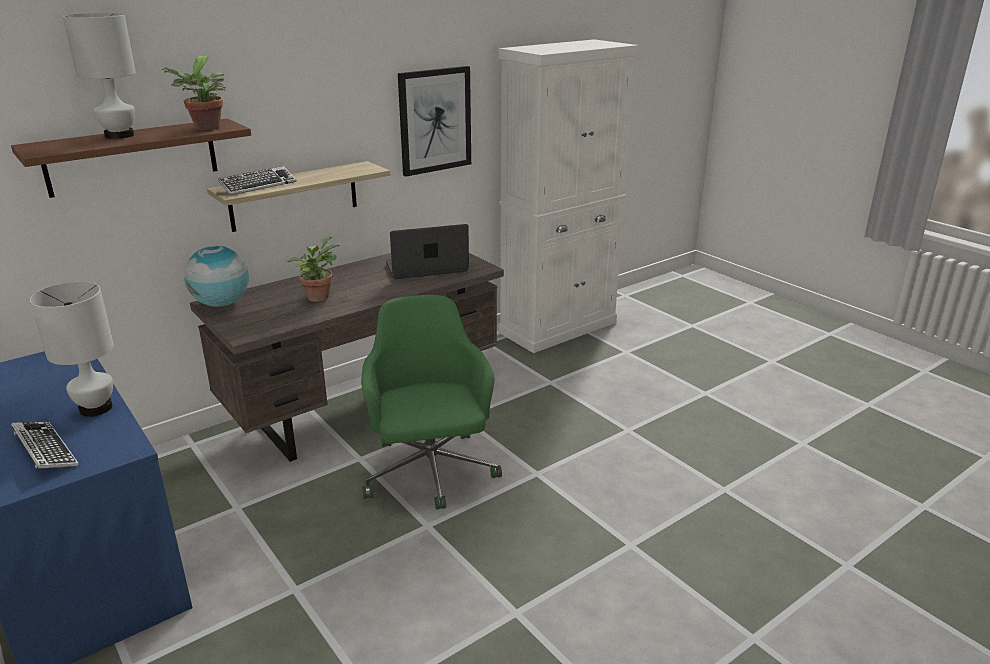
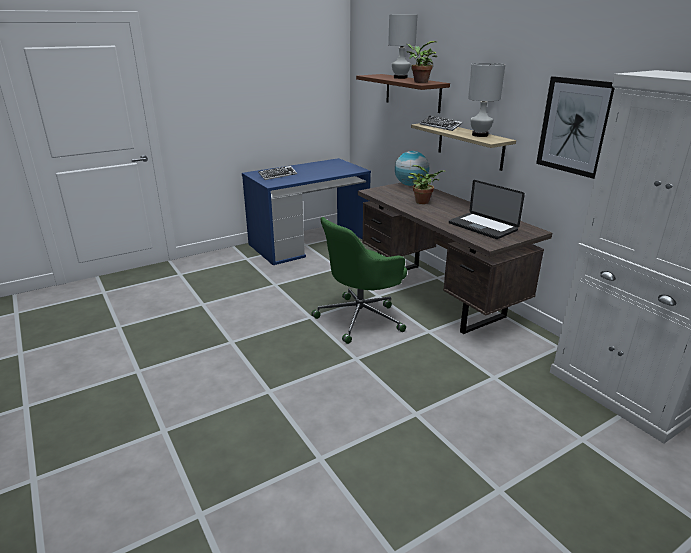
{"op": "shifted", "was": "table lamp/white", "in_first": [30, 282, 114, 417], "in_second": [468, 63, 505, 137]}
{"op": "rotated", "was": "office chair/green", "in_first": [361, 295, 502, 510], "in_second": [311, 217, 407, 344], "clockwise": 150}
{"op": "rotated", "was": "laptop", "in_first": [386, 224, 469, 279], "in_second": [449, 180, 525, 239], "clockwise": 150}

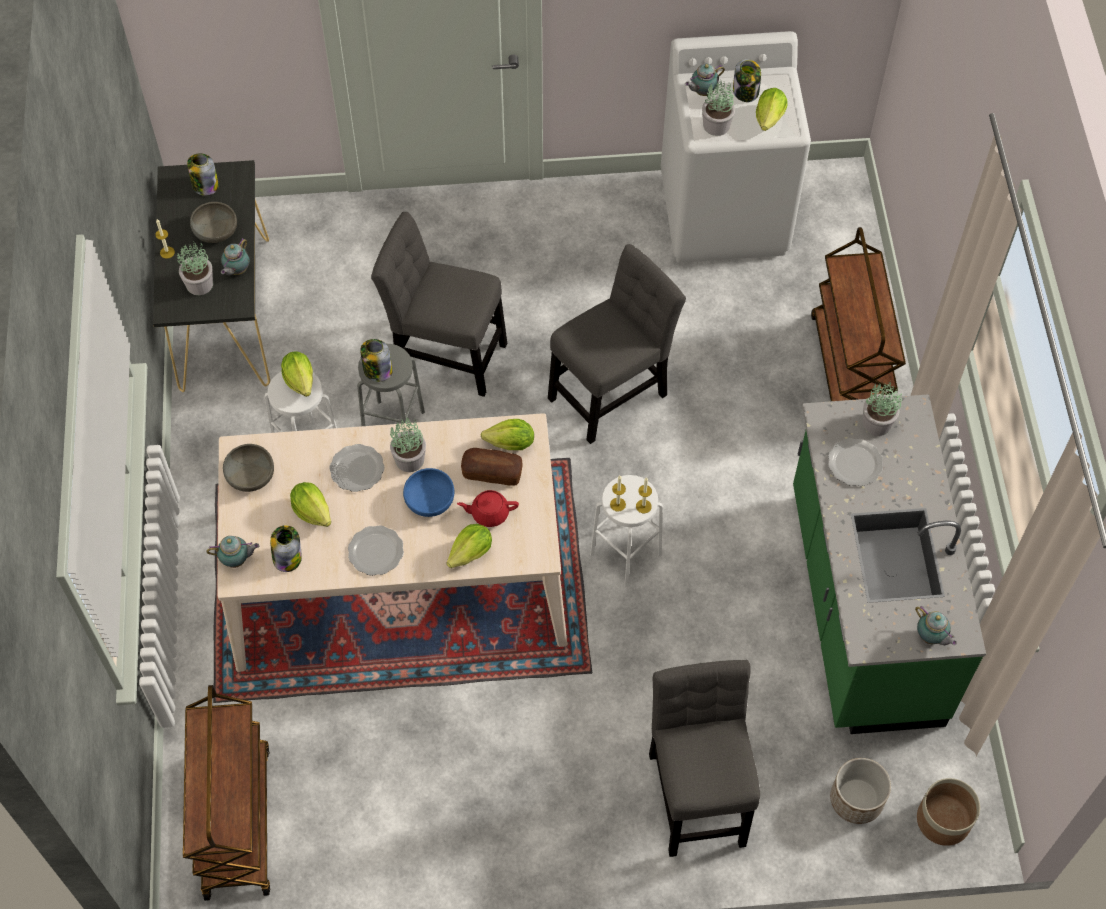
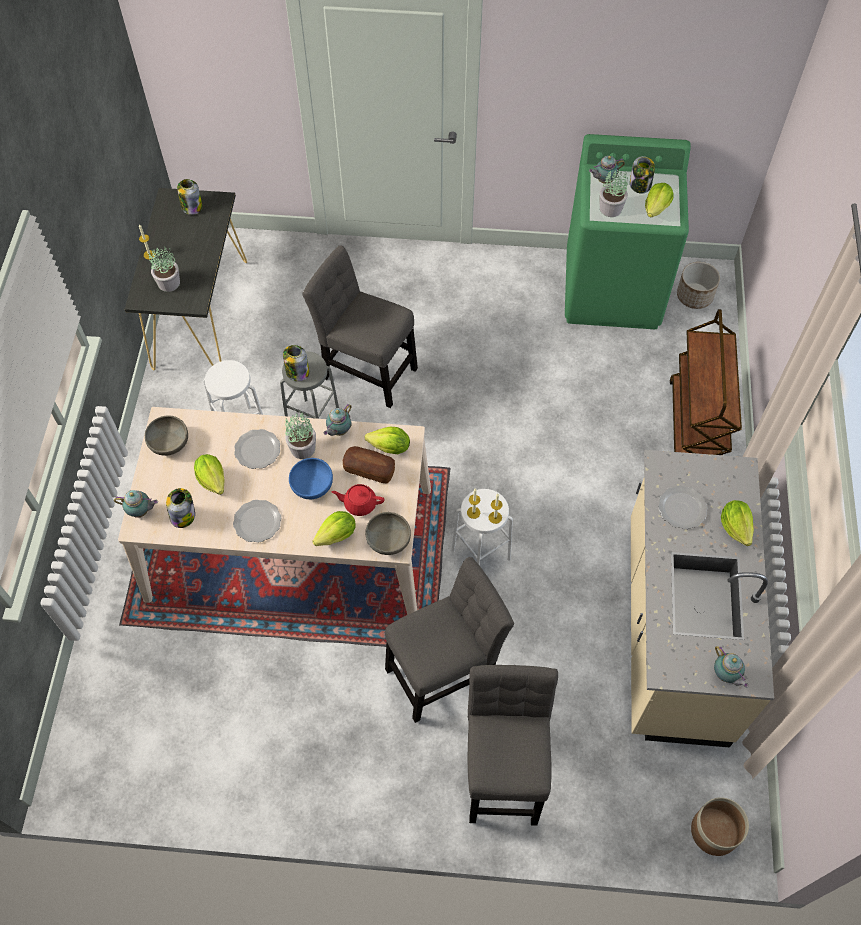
{"op": "gone", "was": "cart/brown", "in_first": [183, 685, 270, 901]}
{"op": "shifted", "was": "bowl/grey", "in_first": [190, 202, 237, 243], "in_second": [365, 512, 411, 555]}
{"op": "shifted", "was": "teapot", "in_first": [221, 238, 250, 275], "in_second": [324, 404, 352, 436]}
{"op": "shifted", "was": "lettuce", "in_first": [281, 352, 313, 397], "in_second": [721, 500, 754, 546]}
{"op": "shifted", "was": "chair/grey", "in_first": [548, 244, 686, 444], "in_second": [385, 557, 514, 723]}
{"op": "repainted", "was": "washing machine/white", "now": "washing machine/green", "in_first": [661, 31, 811, 263], "in_second": [565, 134, 691, 329]}
{"op": "repainted", "was": "counter/green", "now": "counter/beige", "in_first": [793, 394, 986, 734], "in_second": [631, 450, 774, 747]}
{"op": "shifted", "was": "planter", "in_first": [830, 758, 891, 824], "in_second": [677, 262, 720, 309]}
{"op": "gone", "was": "potted plant", "in_first": [863, 382, 902, 436]}

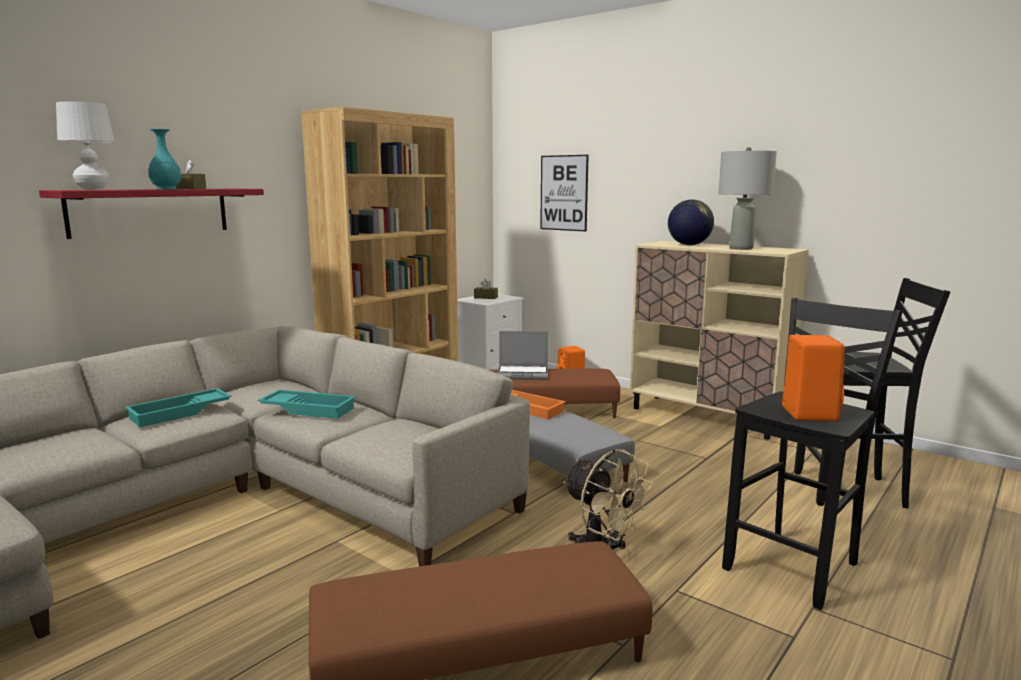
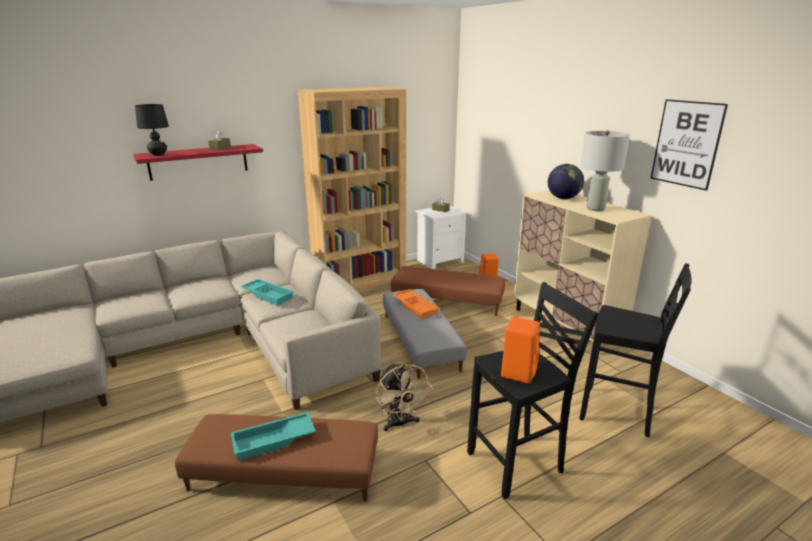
{"op": "repainted", "was": "table lamp/white", "now": "table lamp/black", "in_first": [56, 101, 115, 190], "in_second": [135, 104, 169, 156]}
{"op": "shifted", "was": "tray/turquoise", "in_first": [125, 388, 232, 427], "in_second": [231, 412, 316, 461]}
{"op": "gone", "was": "vase/turquoise", "in_first": [148, 129, 181, 189]}
{"op": "gone", "was": "laptop", "in_first": [498, 331, 548, 380]}
{"op": "shifted", "was": "picture", "in_first": [540, 155, 589, 232], "in_second": [651, 99, 728, 191]}

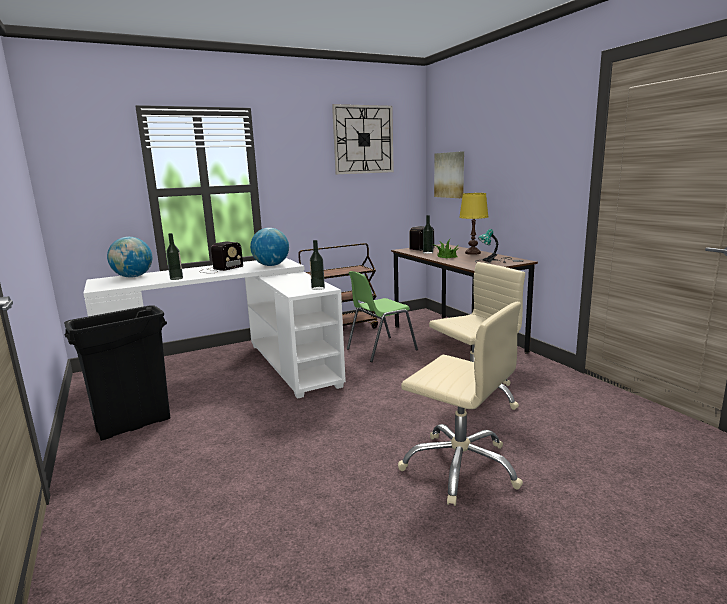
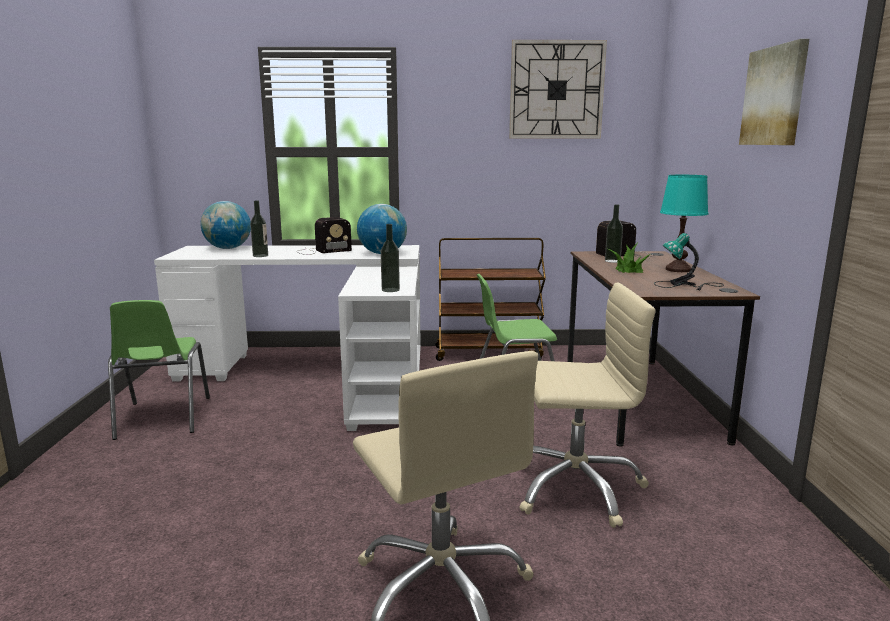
{"op": "swapped", "was": "trash can/black", "now": "chair/green", "in_first": [64, 305, 170, 441], "in_second": [108, 300, 210, 440]}
{"op": "shifted", "was": "picture", "in_first": [434, 151, 464, 198], "in_second": [739, 39, 809, 145]}
{"op": "repainted", "was": "table lamp/yellow", "now": "table lamp/turquoise", "in_first": [459, 193, 489, 255], "in_second": [660, 175, 709, 272]}

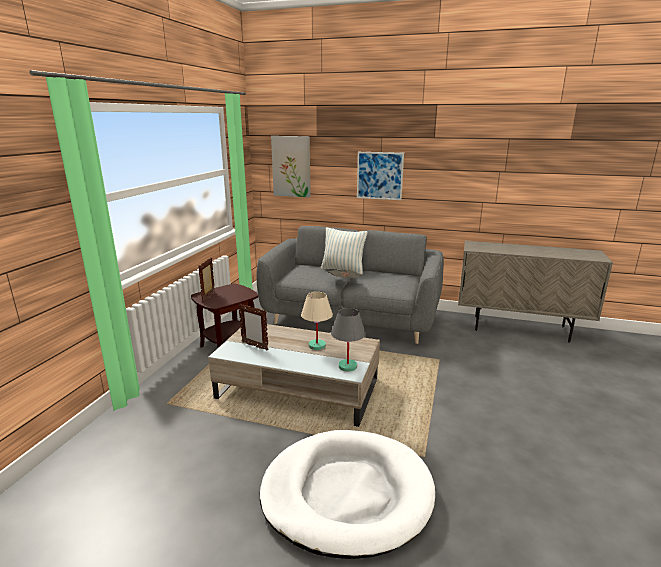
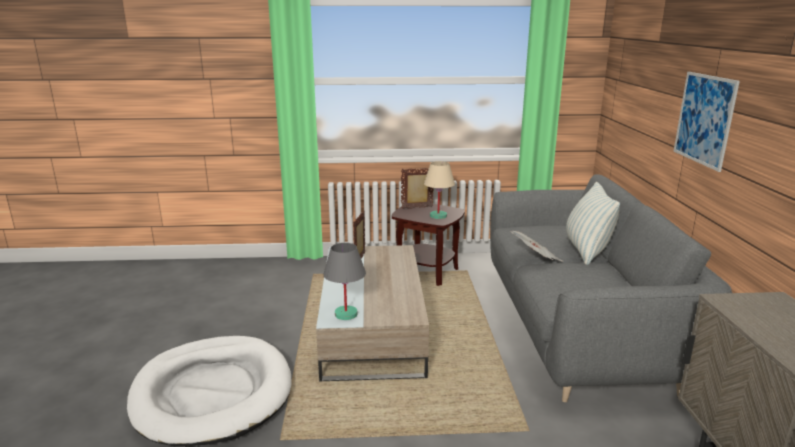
{"op": "gone", "was": "picture", "in_first": [271, 136, 311, 197]}
{"op": "shifted", "was": "table lamp/beige", "in_first": [301, 292, 333, 350], "in_second": [424, 161, 455, 219]}

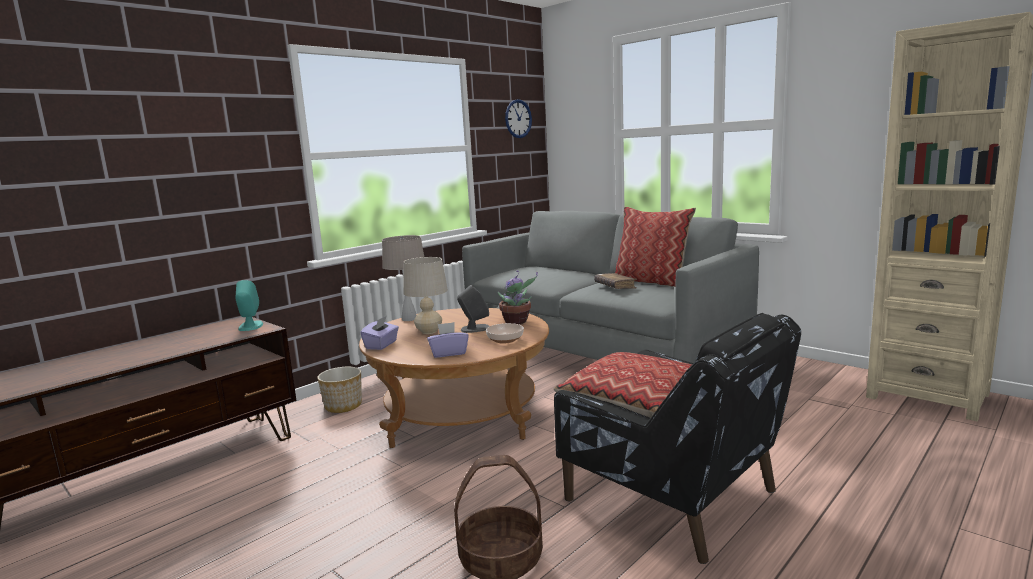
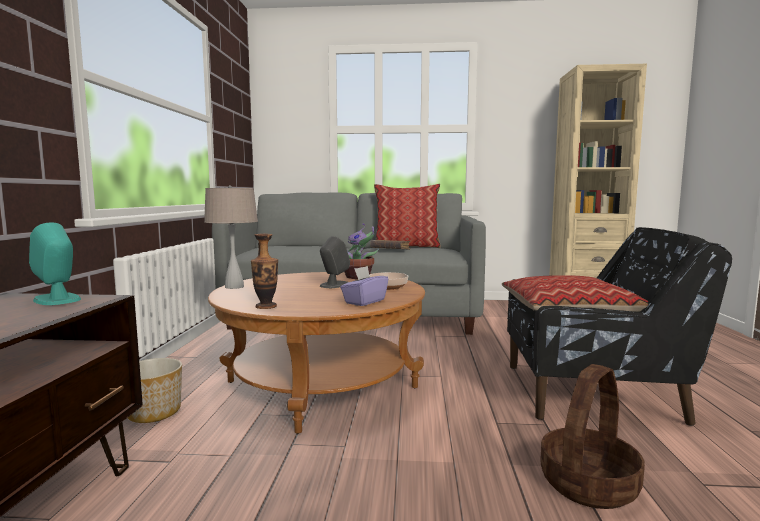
{"op": "swapped", "was": "tissue box/purple", "now": "vase", "in_first": [360, 316, 399, 350], "in_second": [251, 234, 278, 309]}
{"op": "gone", "was": "table lamp/beige", "in_first": [404, 257, 448, 334]}
{"op": "gone", "was": "wall clock", "in_first": [505, 99, 532, 138]}

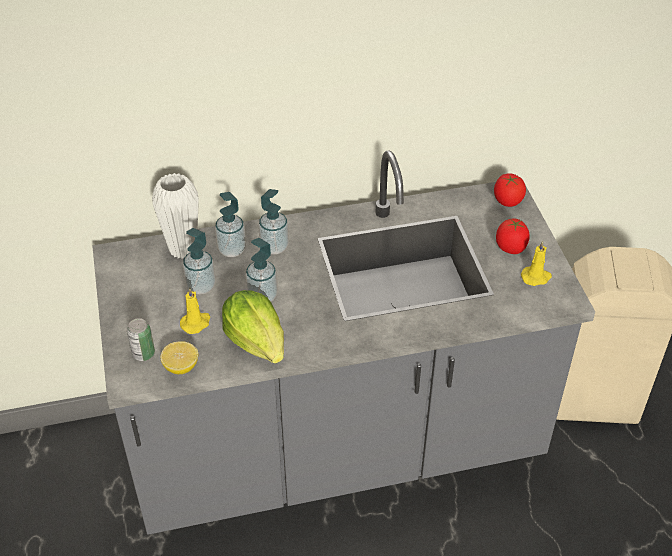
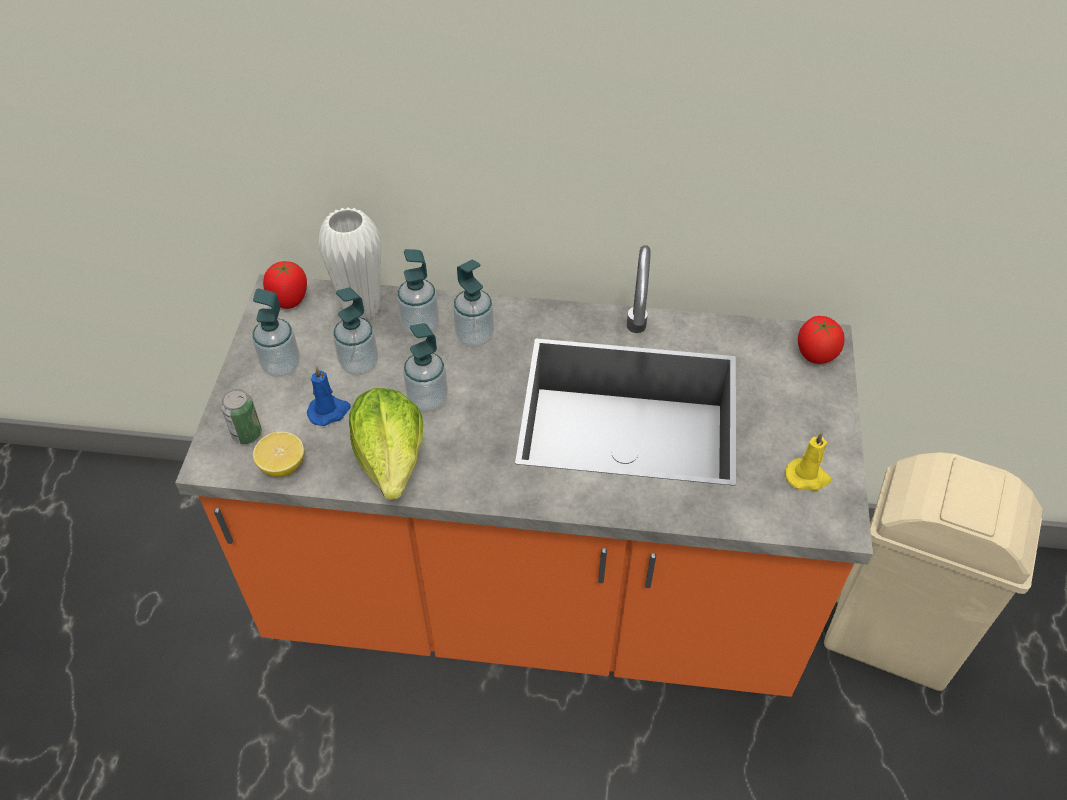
{"op": "repainted", "was": "counter/grey", "now": "counter/orange", "in_first": [92, 151, 595, 535], "in_second": [175, 245, 873, 697]}
{"op": "repainted", "was": "candle/yellow", "now": "candle/blue", "in_first": [180, 288, 210, 334], "in_second": [307, 366, 351, 426]}
{"op": "shifted", "was": "tomato", "in_first": [496, 219, 530, 254], "in_second": [263, 261, 307, 309]}
{"op": "new", "now": "soap dispenser", "in_second": [252, 288, 299, 377]}

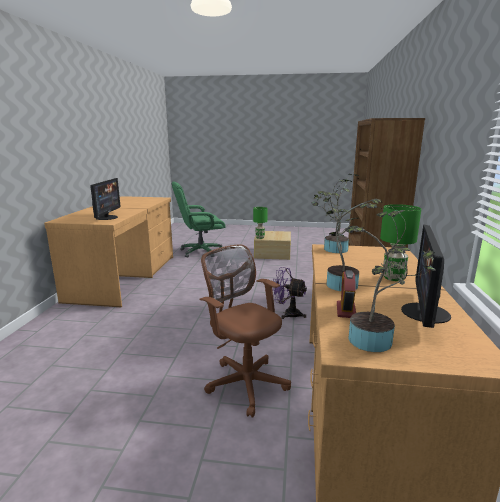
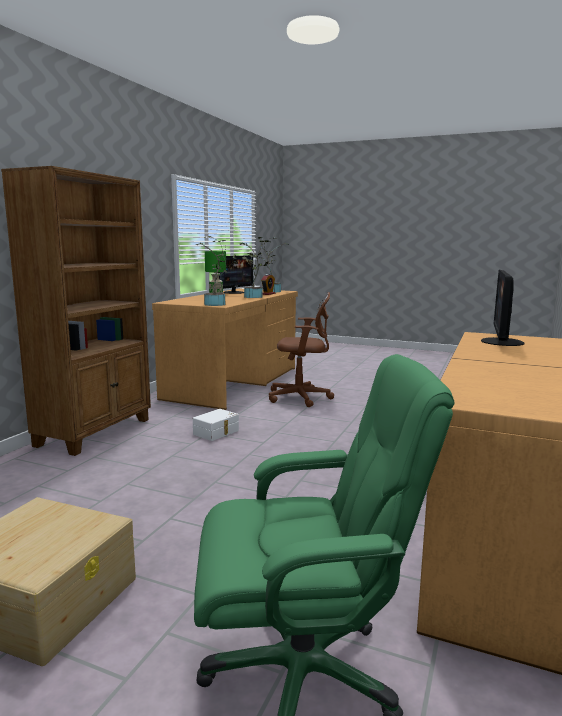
{"op": "rotated", "was": "office chair/brown", "in_first": [199, 244, 291, 418], "in_second": [269, 292, 334, 407], "clockwise": -60}
{"op": "gone", "was": "table lamp/green", "in_first": [253, 207, 268, 239]}
{"op": "swapped", "was": "fan/purple", "now": "storage box/white", "in_first": [272, 267, 307, 319], "in_second": [193, 409, 239, 441]}

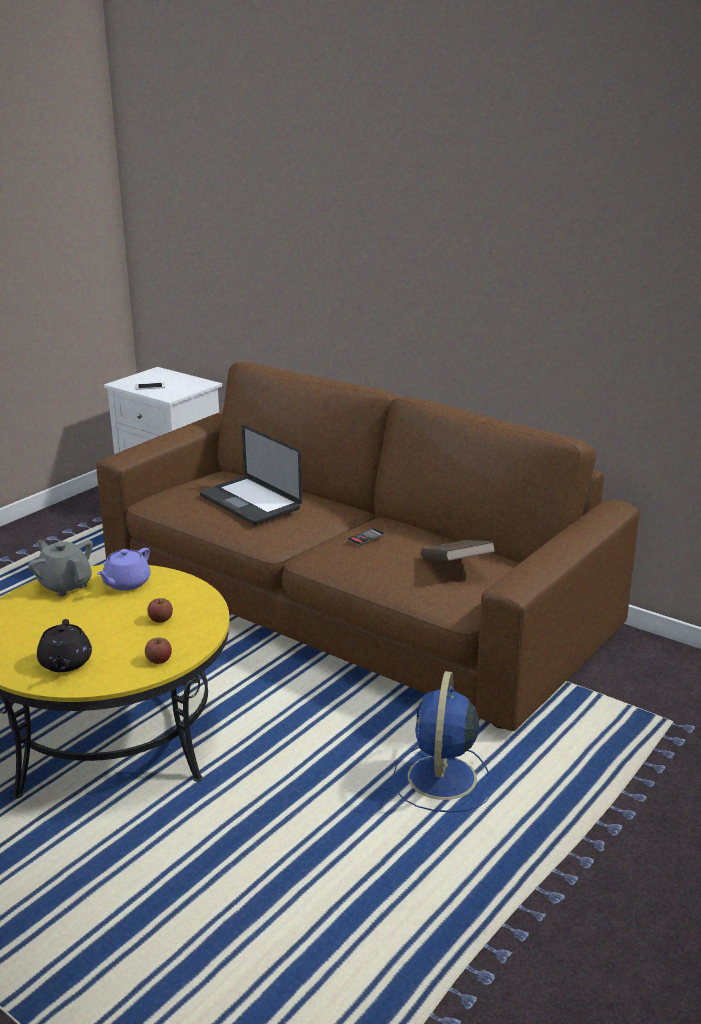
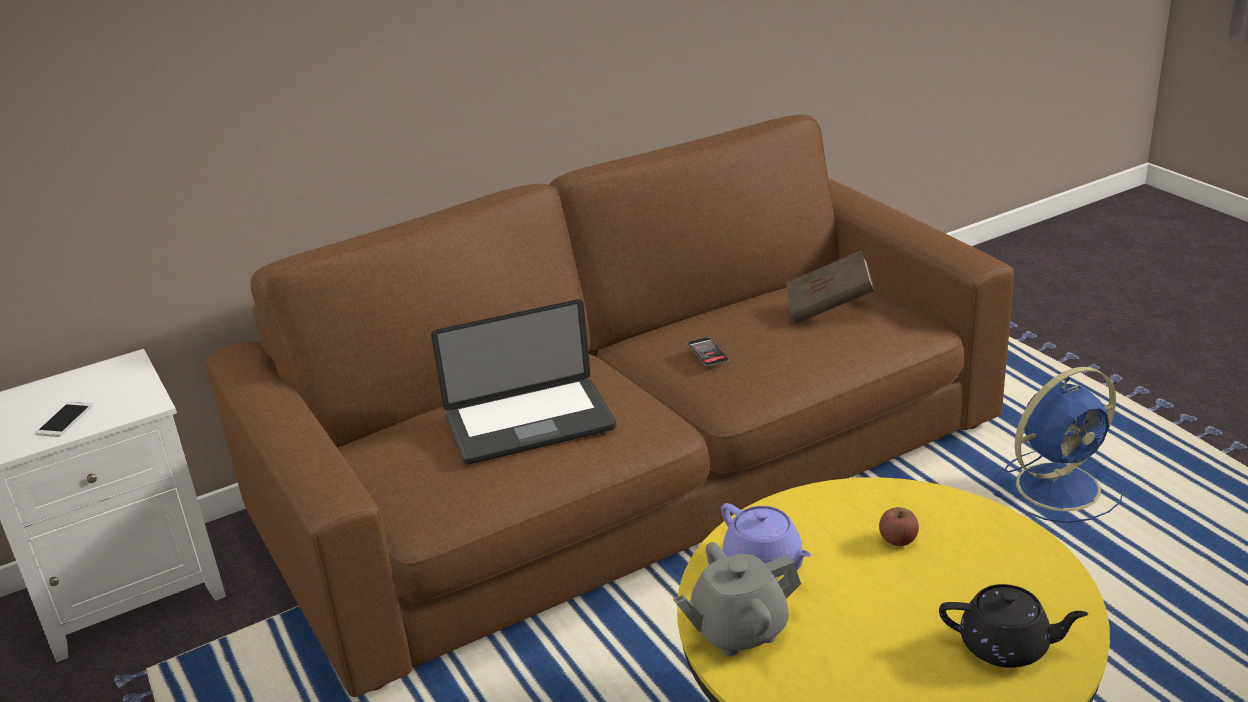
{"op": "gone", "was": "apple", "in_first": [145, 638, 172, 664]}
{"op": "rotated", "was": "fan/blue", "in_first": [393, 671, 493, 812], "in_second": [993, 367, 1124, 523], "clockwise": -60}

